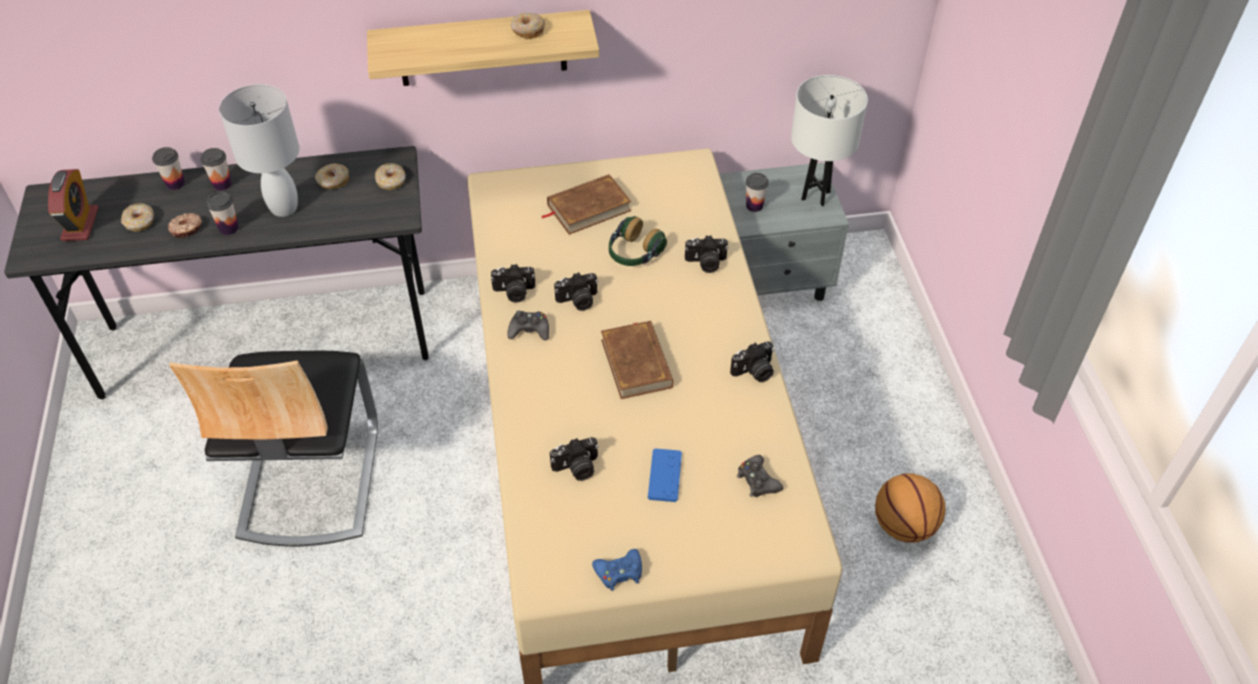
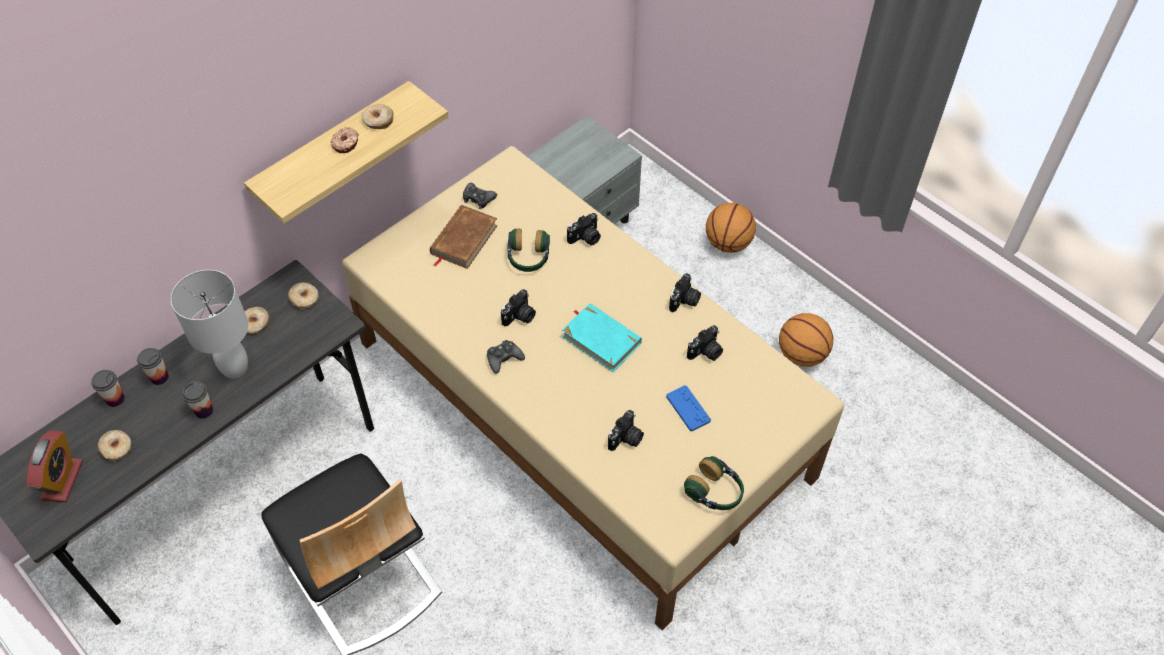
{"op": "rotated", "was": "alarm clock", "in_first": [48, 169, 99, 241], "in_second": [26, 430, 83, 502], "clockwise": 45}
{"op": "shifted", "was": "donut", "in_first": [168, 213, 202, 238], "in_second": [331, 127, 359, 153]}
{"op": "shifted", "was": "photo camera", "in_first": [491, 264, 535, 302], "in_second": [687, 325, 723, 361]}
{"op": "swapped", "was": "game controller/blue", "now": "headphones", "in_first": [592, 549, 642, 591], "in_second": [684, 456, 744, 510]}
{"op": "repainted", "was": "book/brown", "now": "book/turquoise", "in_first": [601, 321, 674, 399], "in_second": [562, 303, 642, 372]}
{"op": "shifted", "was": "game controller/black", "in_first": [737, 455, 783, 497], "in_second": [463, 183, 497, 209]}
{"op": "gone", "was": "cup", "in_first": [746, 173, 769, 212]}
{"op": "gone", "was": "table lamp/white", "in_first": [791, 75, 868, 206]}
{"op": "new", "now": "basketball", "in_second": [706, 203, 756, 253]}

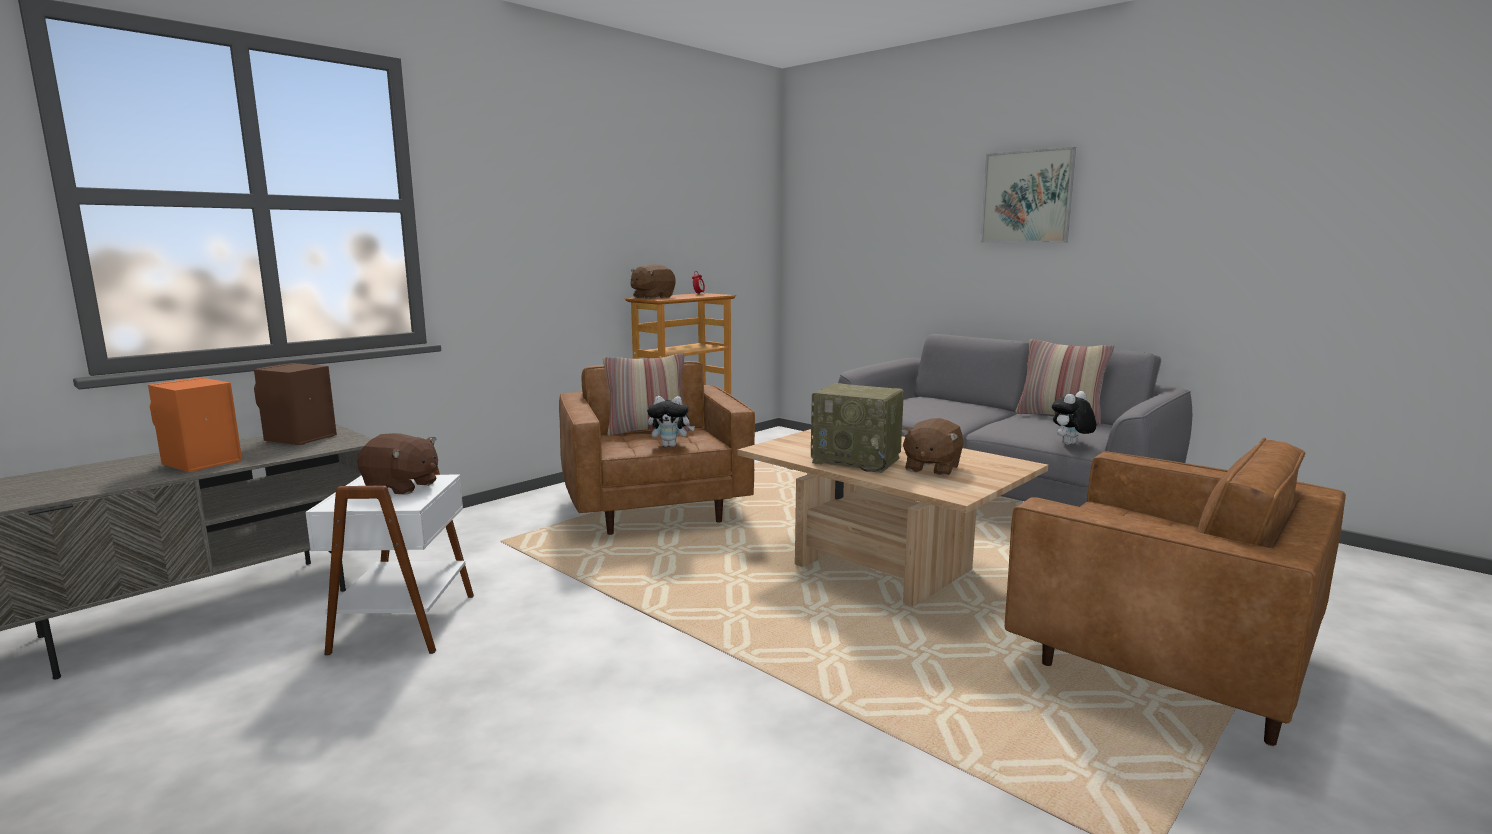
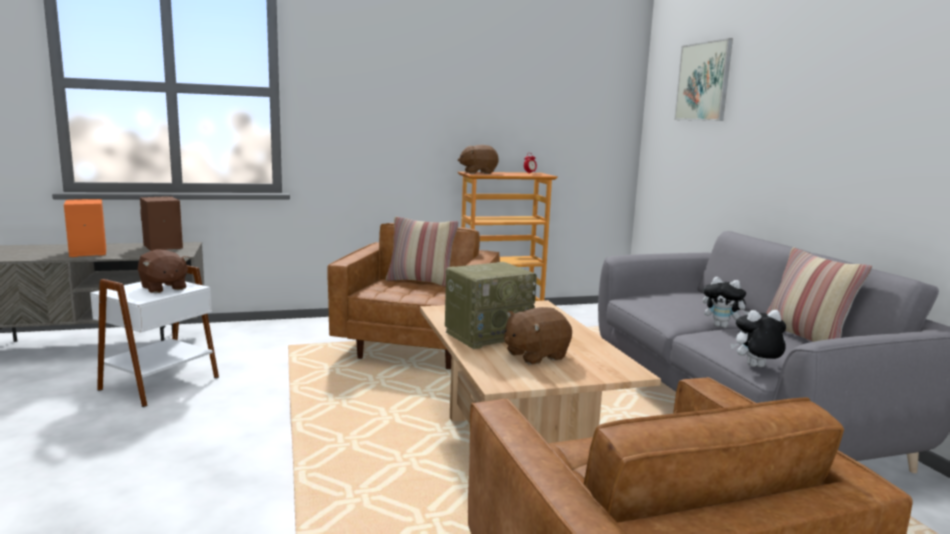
{"op": "shifted", "was": "plush toy", "in_first": [647, 396, 695, 447], "in_second": [703, 277, 749, 328]}
{"op": "rotated", "was": "radio", "in_first": [811, 383, 904, 473], "in_second": [445, 262, 537, 349], "clockwise": -90}
{"op": "shifted", "was": "picture", "in_first": [980, 147, 1076, 243], "in_second": [674, 38, 733, 121]}

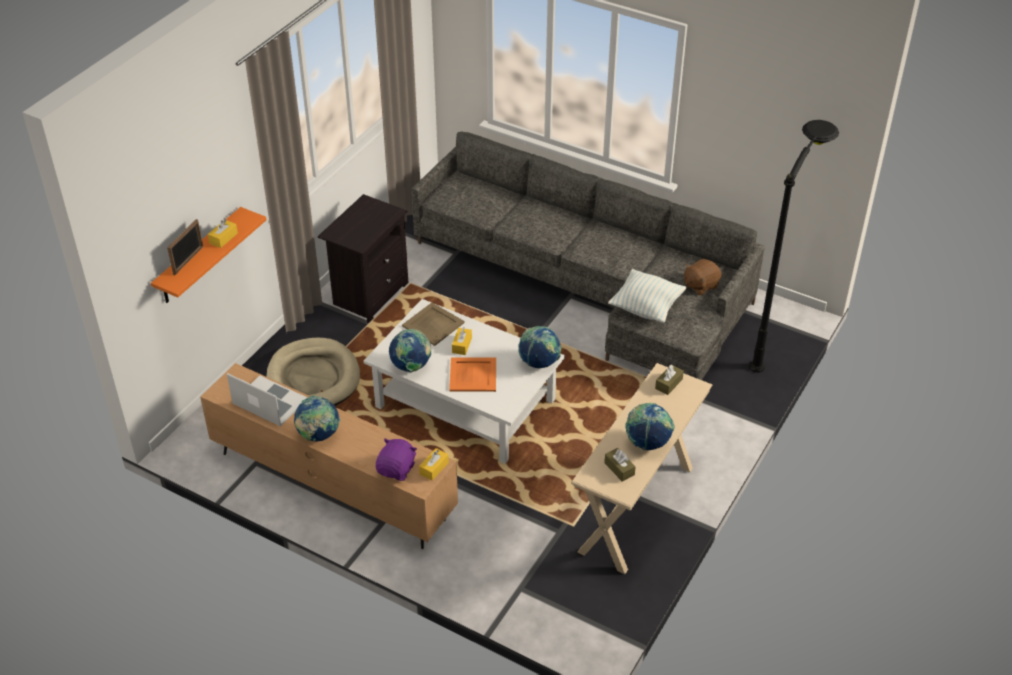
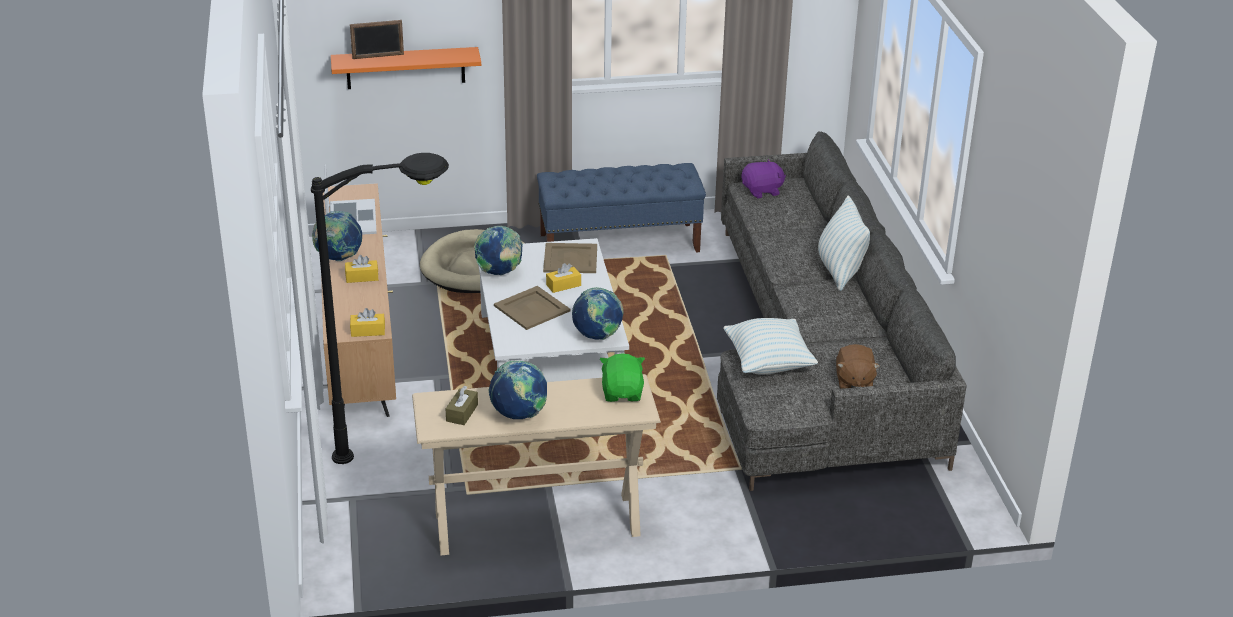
{"op": "shifted", "was": "tissue box/yellow", "in_first": [208, 219, 238, 248], "in_second": [345, 255, 378, 283]}
{"op": "swapped", "was": "nightstand/black", "now": "bench/blue", "in_first": [318, 194, 408, 323], "in_second": [537, 163, 706, 252]}
{"op": "shifted", "was": "plush toy/purple", "in_first": [376, 438, 417, 481], "in_second": [741, 159, 786, 198]}
{"op": "repainted", "was": "tray/orange", "now": "tray/beige", "in_first": [449, 357, 496, 392], "in_second": [494, 286, 570, 330]}
{"op": "swapped", "was": "tissue box/brown", "now": "plush toy/green", "in_first": [655, 365, 684, 395], "in_second": [600, 353, 645, 402]}
{"op": "rotated", "was": "plush toy/brown", "in_first": [684, 259, 722, 296], "in_second": [836, 344, 880, 389], "clockwise": -105}
{"op": "shifted", "was": "floor lamp/black", "in_first": [749, 120, 839, 373], "in_second": [311, 153, 449, 464]}
{"op": "new", "now": "pillow", "in_second": [818, 196, 870, 291]}

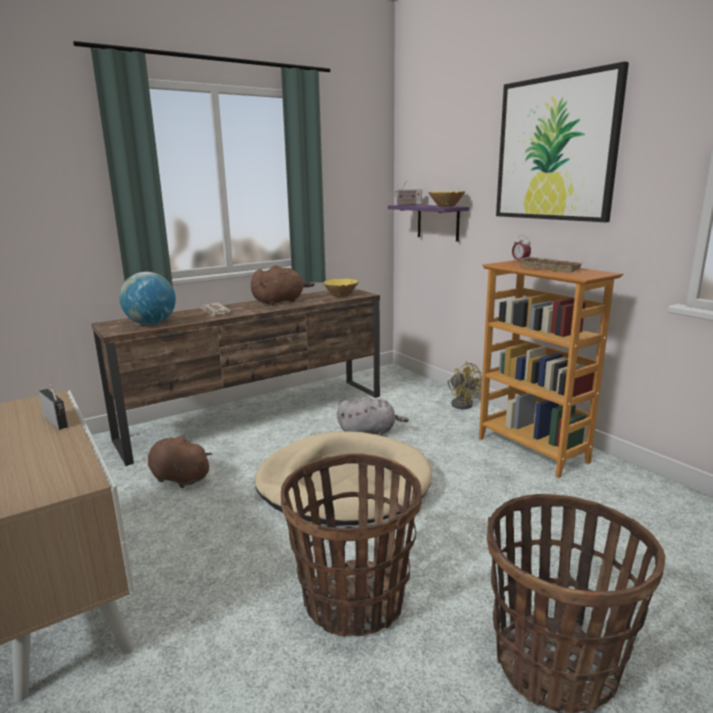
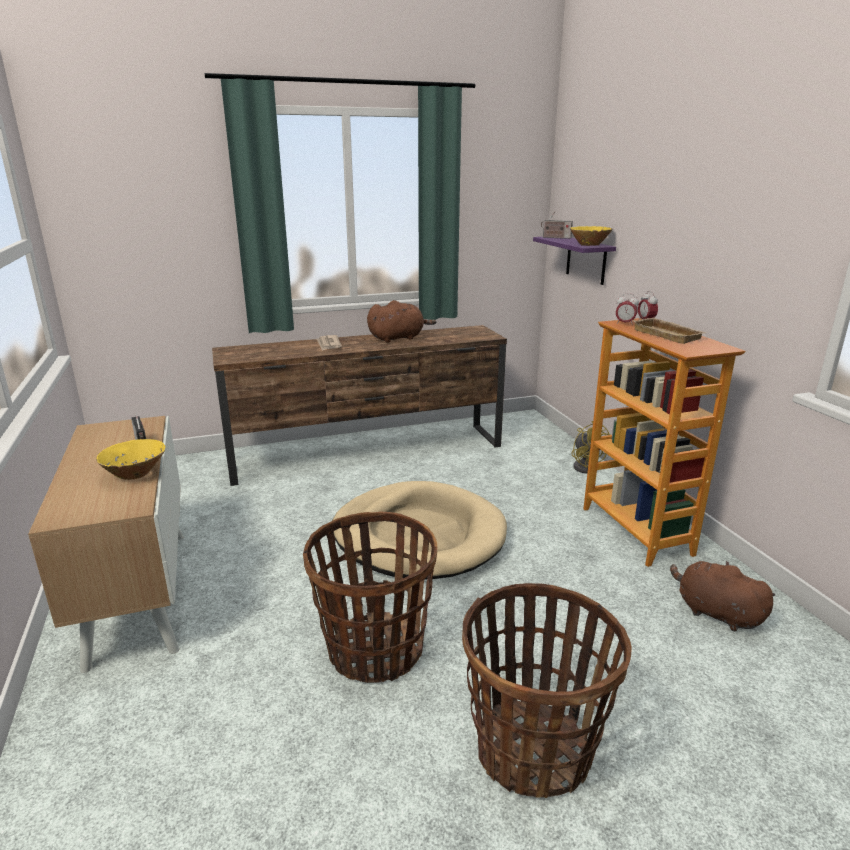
{"op": "gone", "was": "globe", "in_first": [119, 272, 176, 325]}
{"op": "shifted", "was": "plush toy/brown", "in_first": [148, 436, 212, 488], "in_second": [670, 561, 775, 631]}
{"op": "shifted", "was": "bowl/yellow", "in_first": [323, 279, 359, 297], "in_second": [96, 439, 165, 480]}
{"op": "gone", "was": "plush toy/grey", "in_first": [337, 397, 409, 436]}
{"op": "gone", "was": "picture", "in_first": [496, 61, 629, 222]}
{"op": "new", "now": "alarm clock", "in_second": [616, 293, 639, 325]}

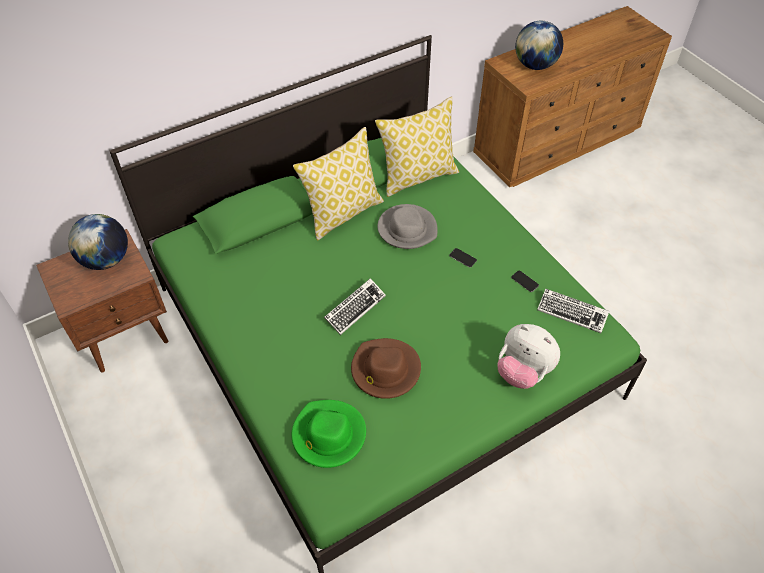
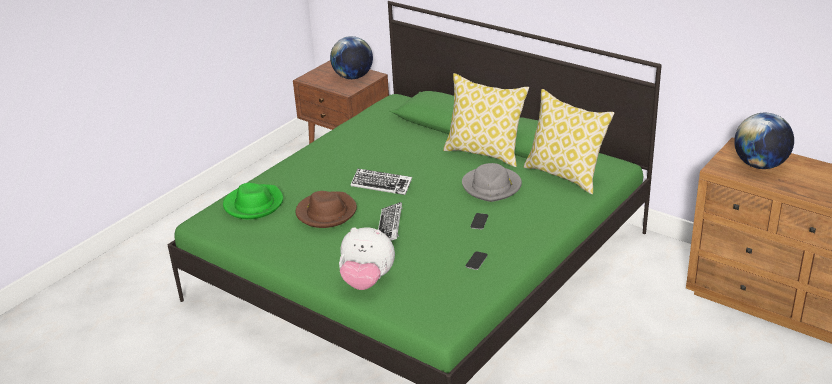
{"op": "rotated", "was": "plush toy", "in_first": [497, 324, 560, 389], "in_second": [339, 227, 395, 290], "clockwise": -90}
{"op": "shifted", "was": "keyboard", "in_first": [537, 289, 609, 333], "in_second": [378, 202, 403, 241]}

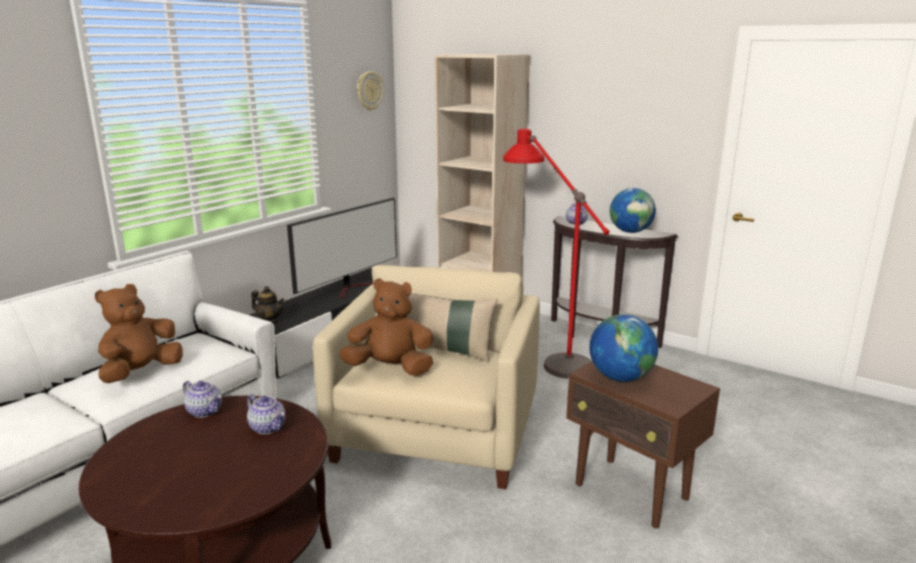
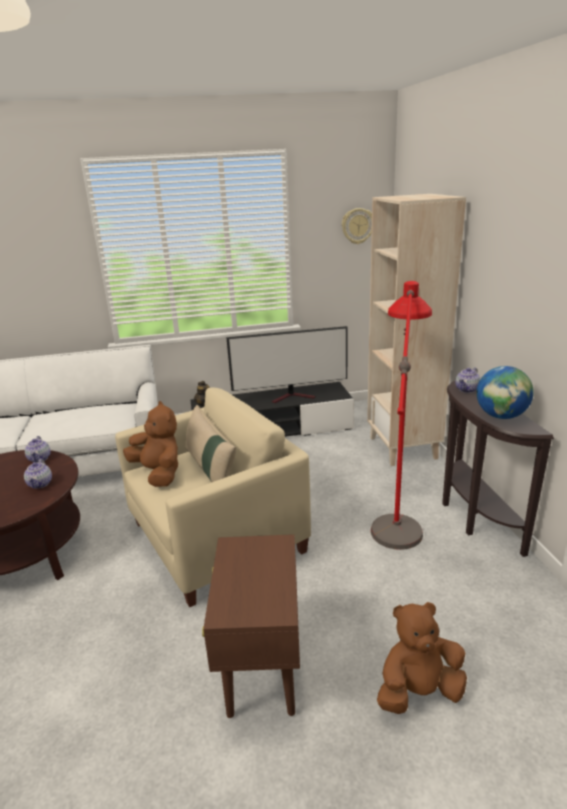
{"op": "shifted", "was": "plush toy/brown", "in_first": [95, 284, 183, 383], "in_second": [377, 602, 467, 714]}
{"op": "gone", "was": "globe", "in_first": [589, 314, 658, 382]}

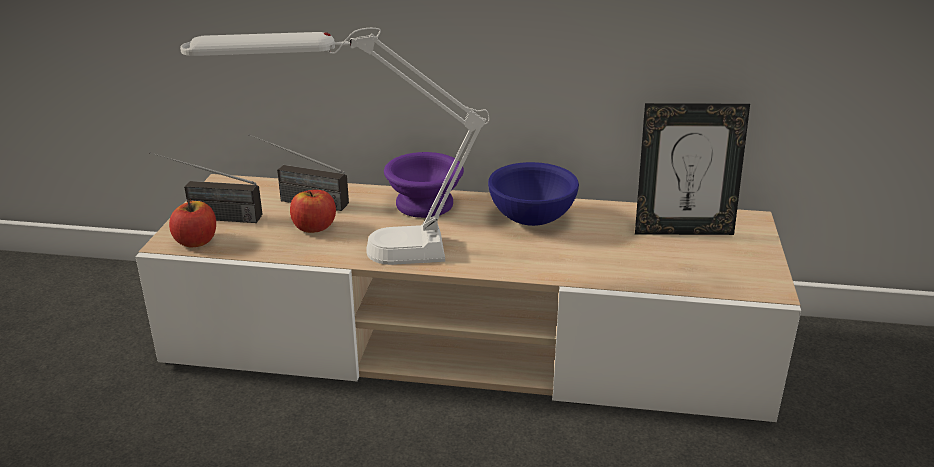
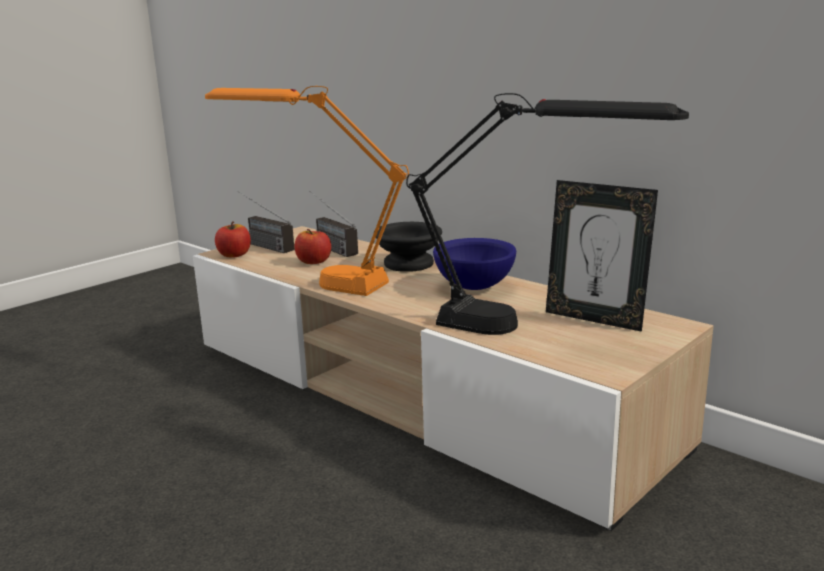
{"op": "repainted", "was": "table lamp/white", "now": "table lamp/orange", "in_first": [180, 28, 489, 265], "in_second": [205, 86, 409, 296]}
{"op": "repainted", "was": "bowl/purple", "now": "bowl/black", "in_first": [384, 152, 464, 218], "in_second": [376, 222, 442, 272]}
{"op": "new", "now": "table lamp/black", "in_second": [406, 93, 689, 335]}

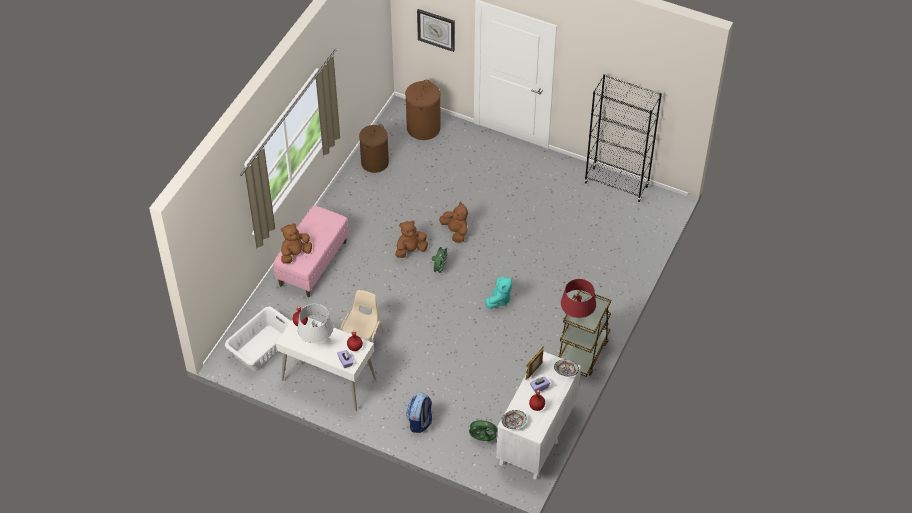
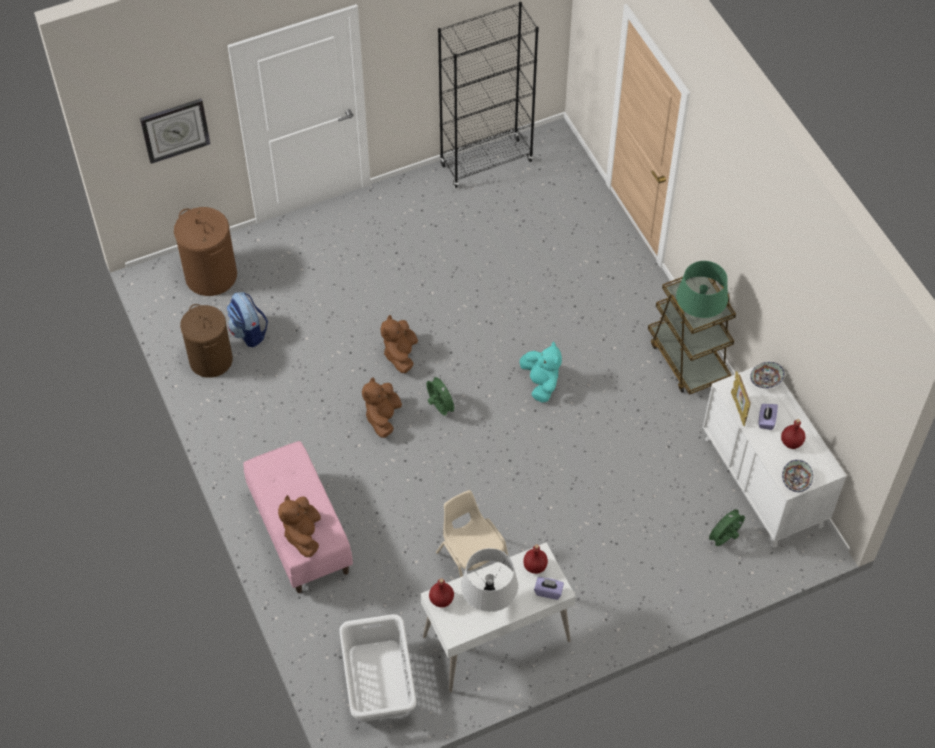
{"op": "shifted", "was": "backpack", "in_first": [406, 393, 432, 433], "in_second": [227, 292, 268, 347]}
{"op": "rotated", "was": "plush toy/brown", "in_first": [439, 202, 468, 243], "in_second": [381, 315, 418, 373], "clockwise": -90}
{"op": "repainted", "was": "table lamp/red", "now": "table lamp/green", "in_first": [561, 279, 596, 318], "in_second": [676, 261, 728, 318]}

